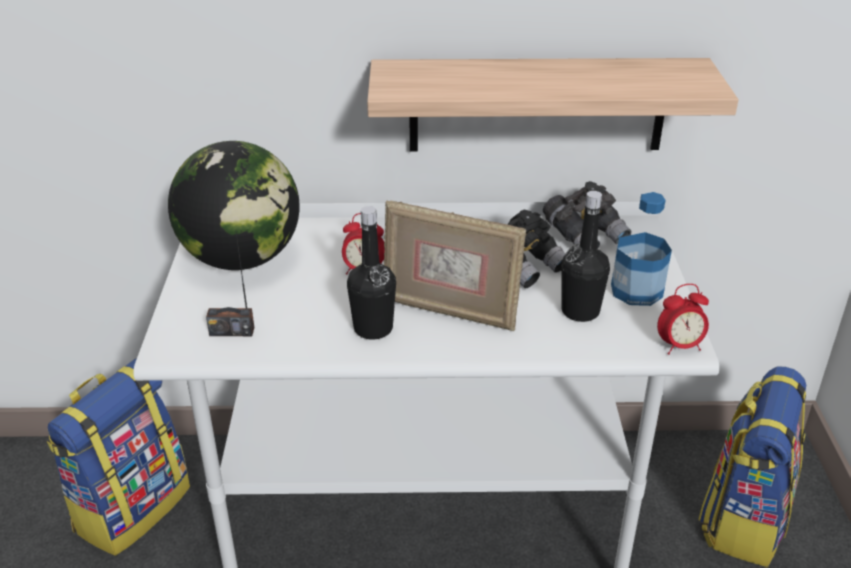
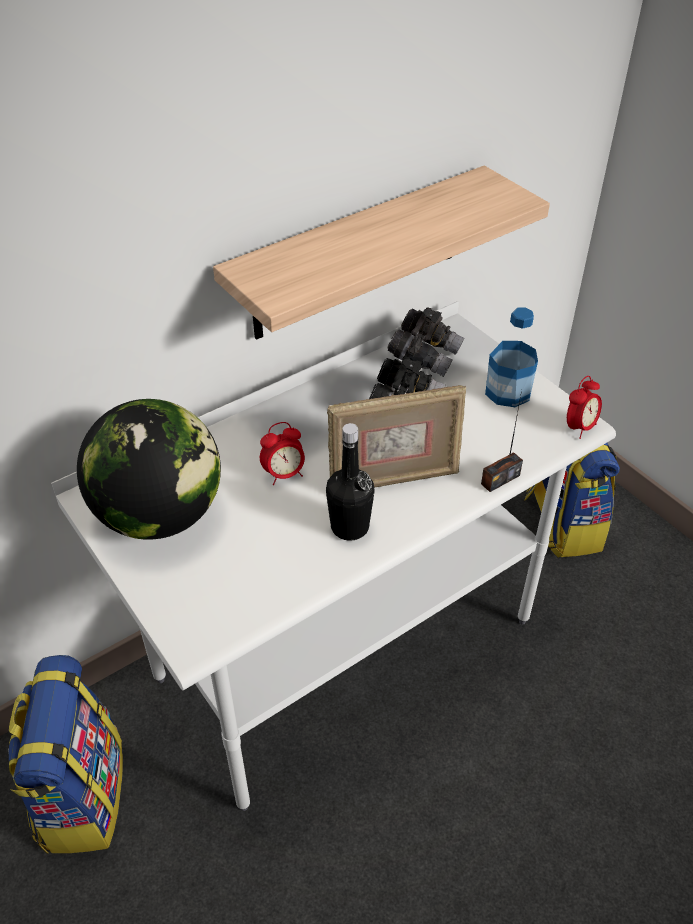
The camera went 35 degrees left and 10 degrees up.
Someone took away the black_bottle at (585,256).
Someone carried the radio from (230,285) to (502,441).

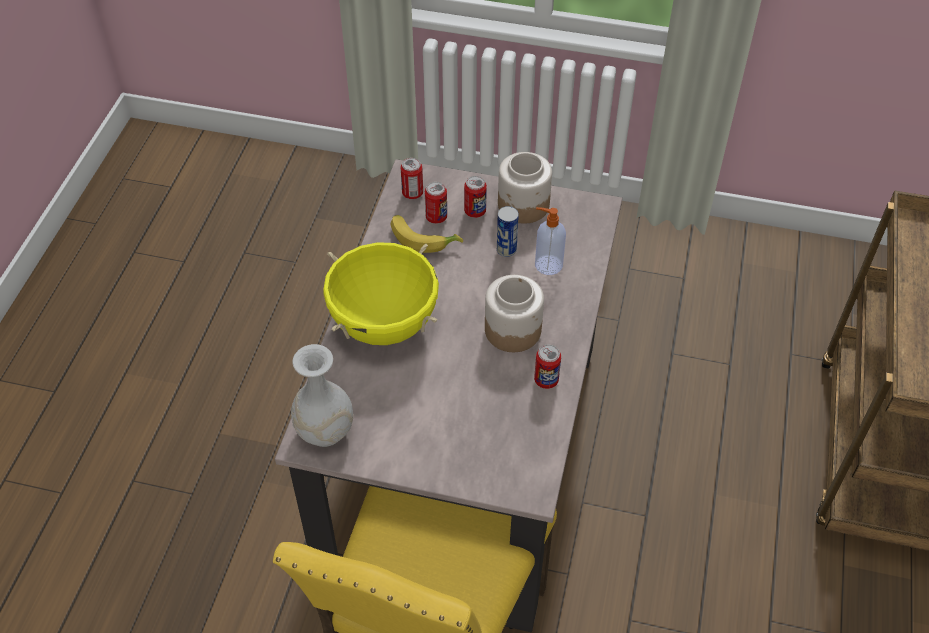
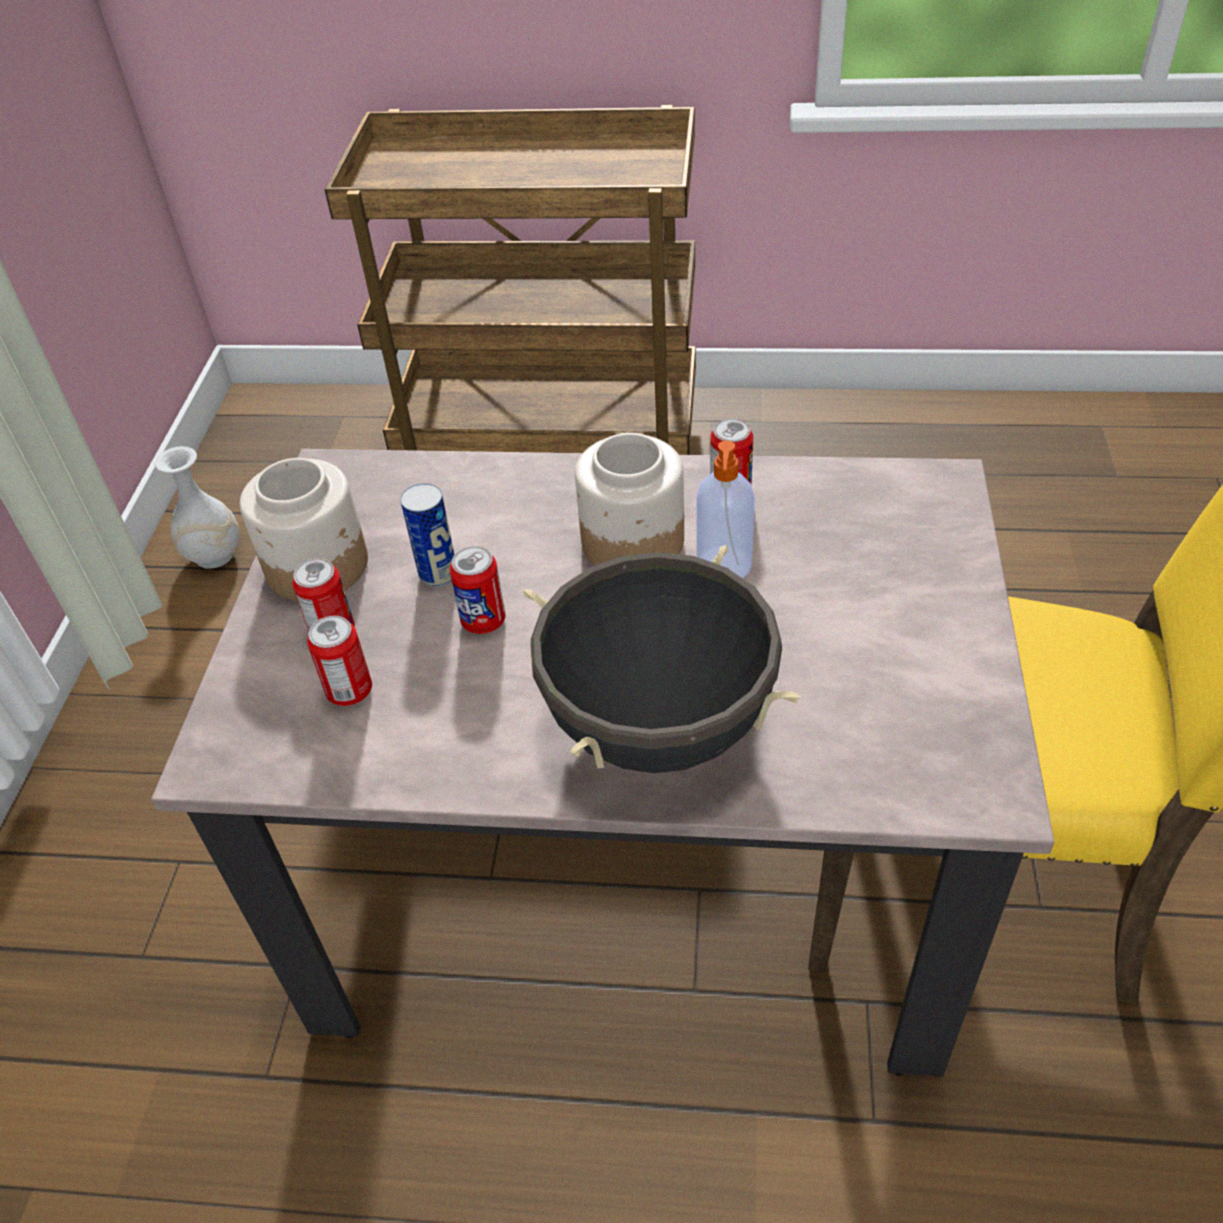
The camera went 95 degrees left and 5 degrees down.
Someone took away the banana at (427,234).
Someone carried the white_vase from (322,395) to (197,507).
Someone carried the can from (412,178) to (477,590).
Someone carried the soap_dispenser from (550,241) to (725,509).
Someone repainted the yellow_cooking_pot at (381,293), which became the black_cooking_pot at (661,659).

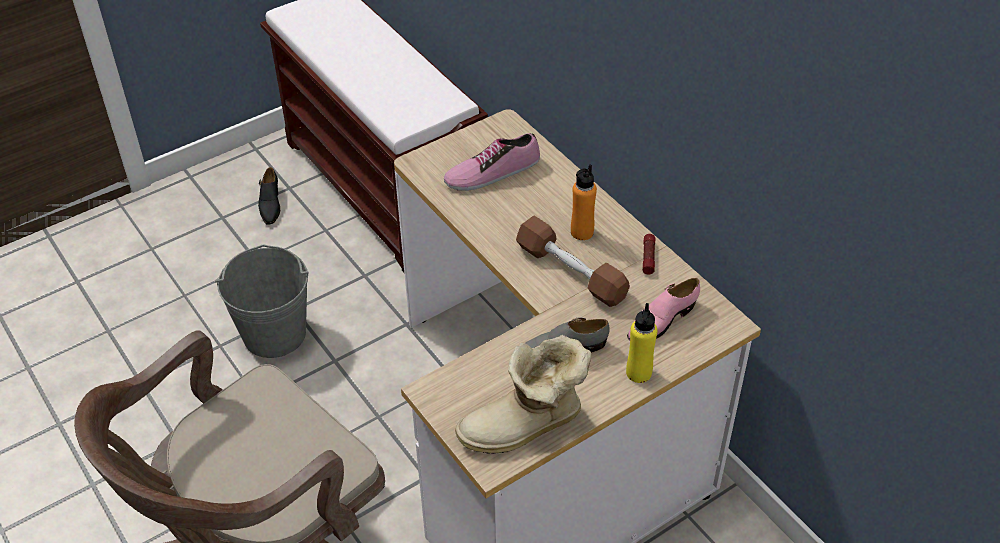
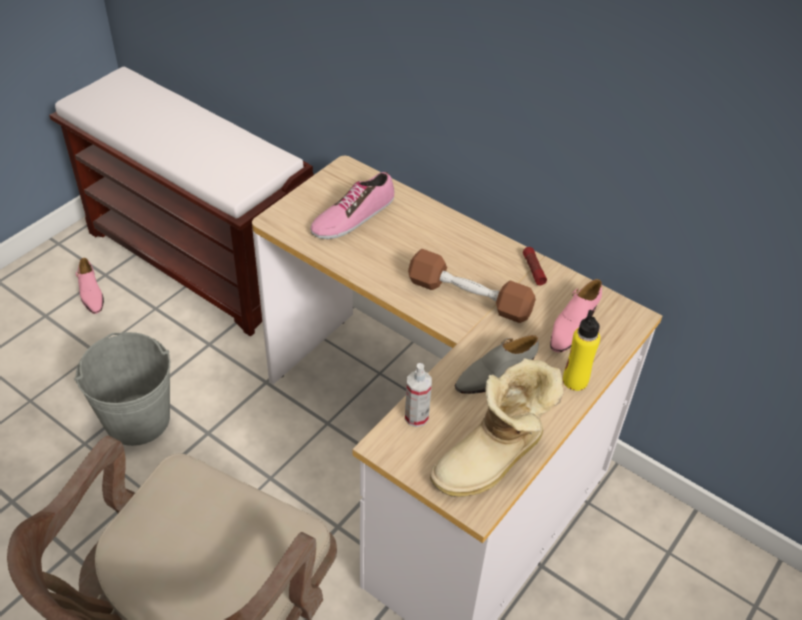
The camera went 20 degrees left and 0 degrees up.
Someone took away the orange_bottle at (584,202).
Someone put down the spray_bottle at (418,395).
Someone repainted the black_shoe at (269,196), which became the pink_shoe at (90,286).

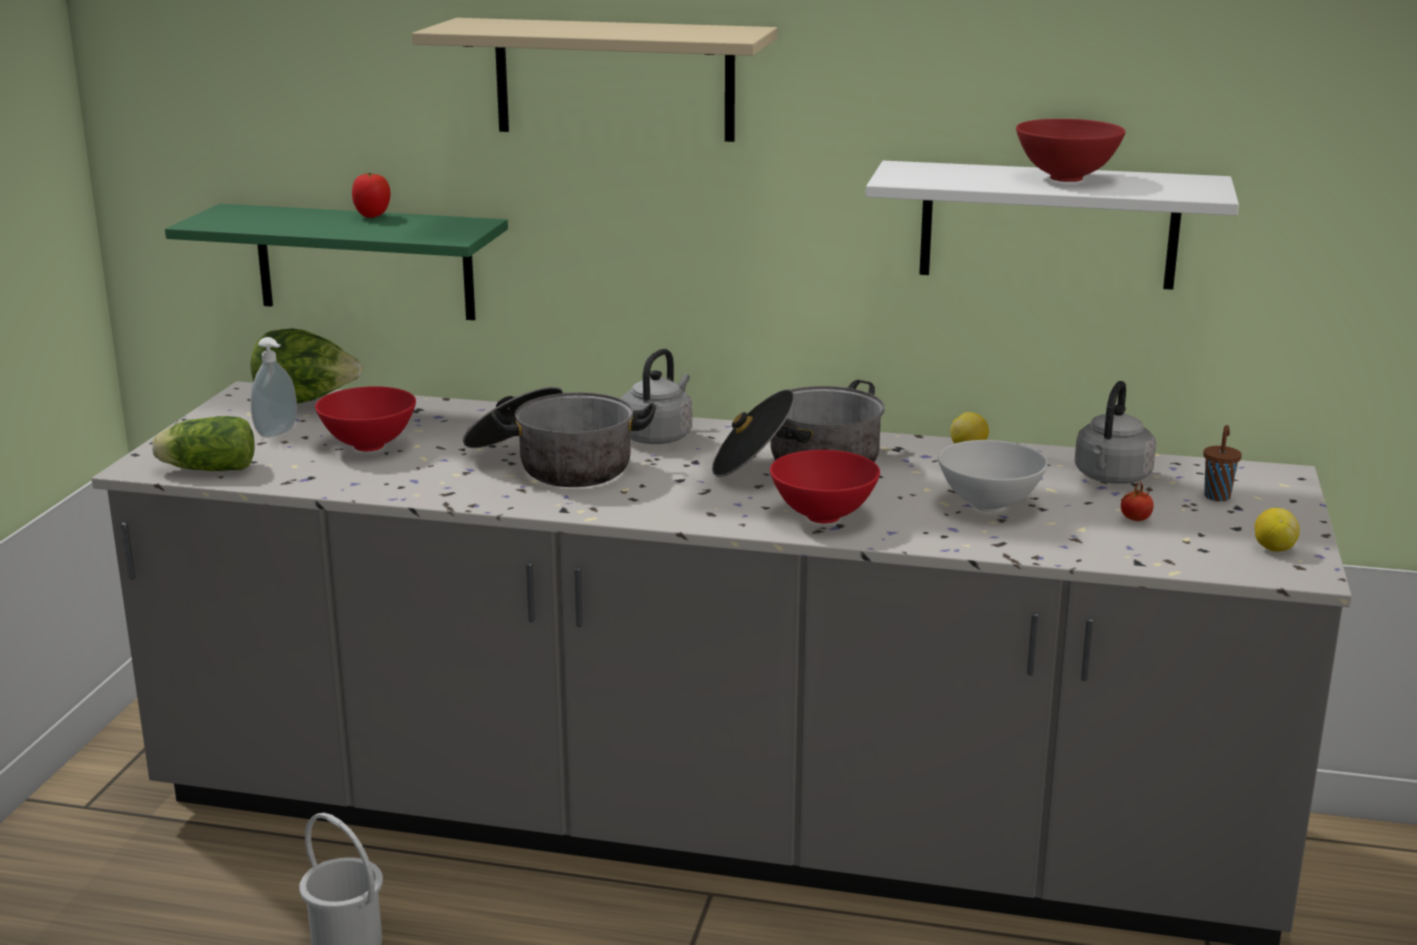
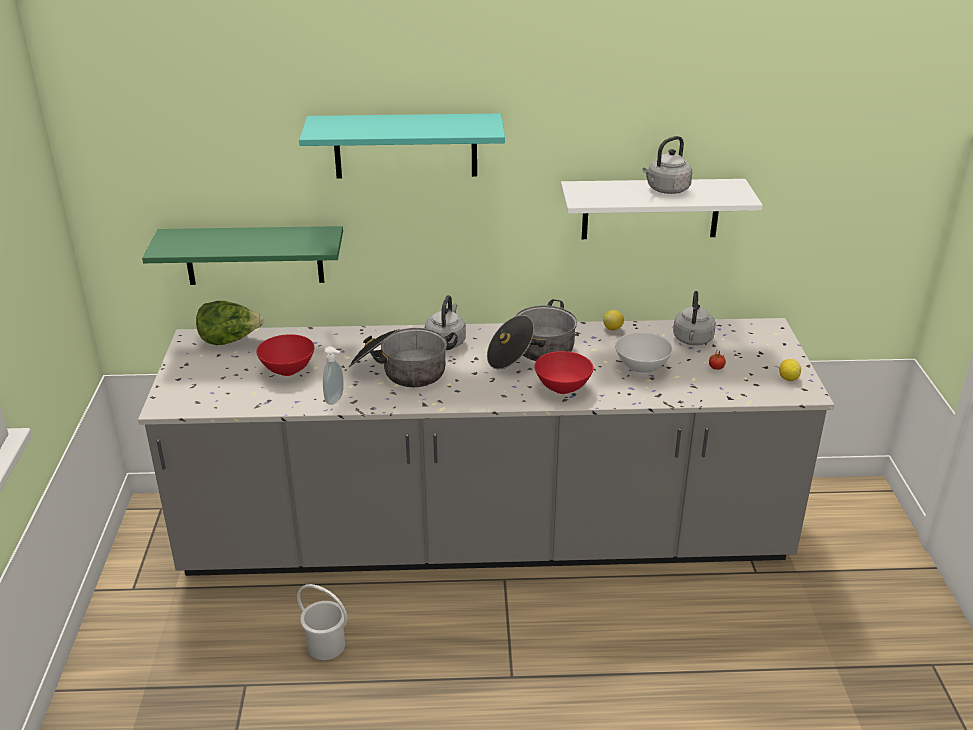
The camera went 15 degrees left and 10 degrees up.
Someone took away the lettuce at (203,443).
Someone took away the tomato at (371,195).
Someone took away the brown_cup at (1222,463).
Someone carried the soap_dispenser from (274,387) to (333,375).
Someone swapped the red_bowl at (1071,150) for the grey_kettle at (667,165).
Someone repainted the beige_shelf at (595,80), which became the turquoise_shelf at (402,146).

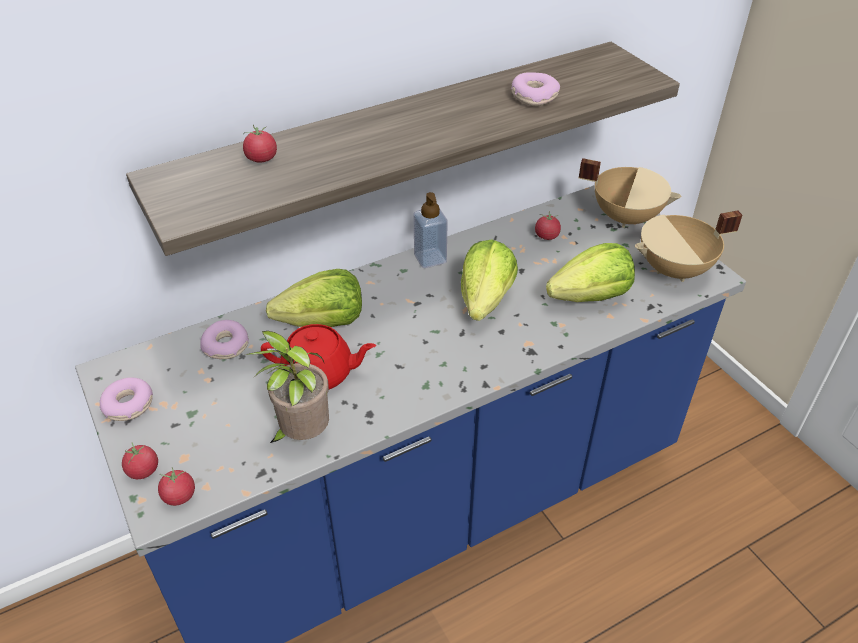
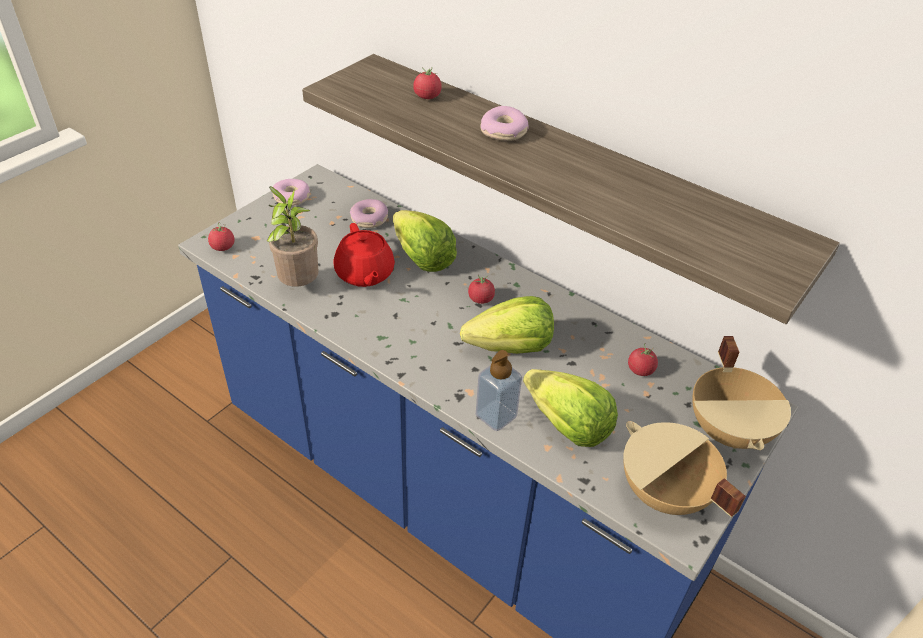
The camera went 65 degrees right and 0 degrees up.
Someone carried the tomato from (140,460) to (481,289).
Someone carried the soap_dispenser from (430,230) to (499,390).
Someone carried the donut from (535,89) to (504,123).

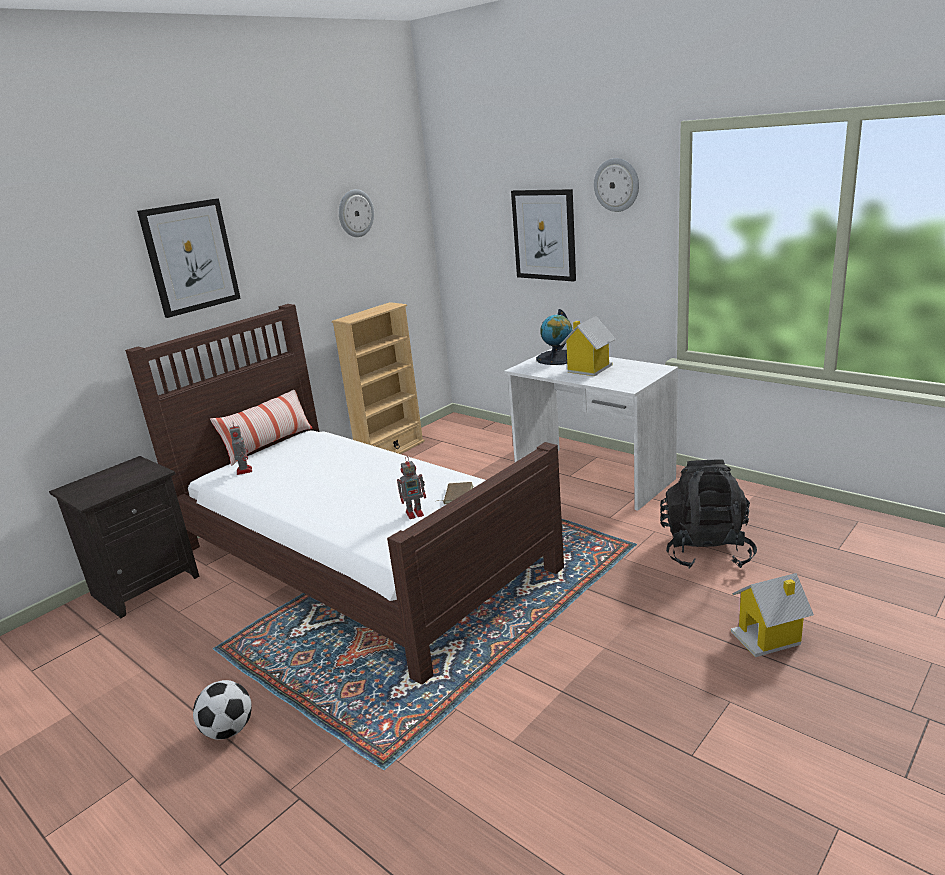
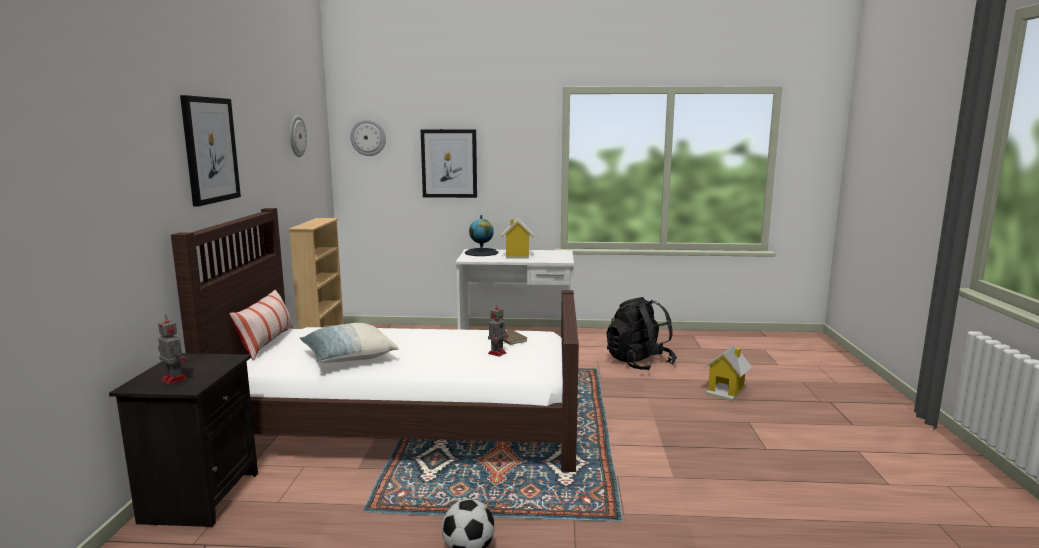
The camera went 40 degrees left and 10 degrees down.
Someone put down the pillow at (349,343).
Someone carried the toy_robot from (241,449) to (172,349).
Someone carried the wall_clock from (616,185) to (368,137).

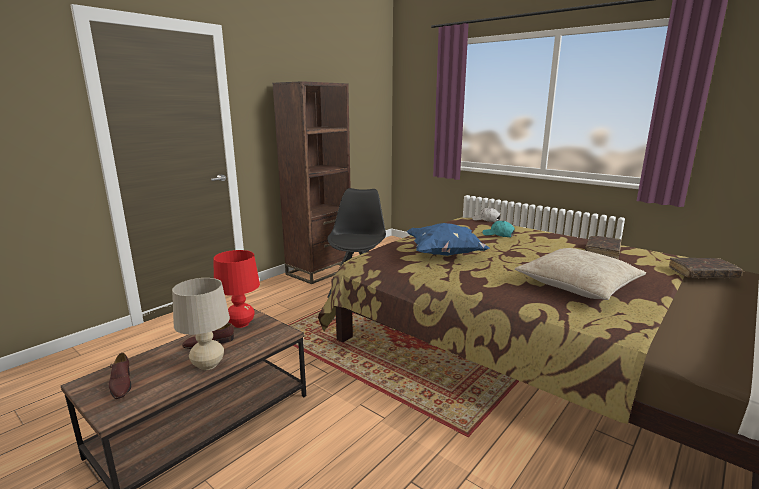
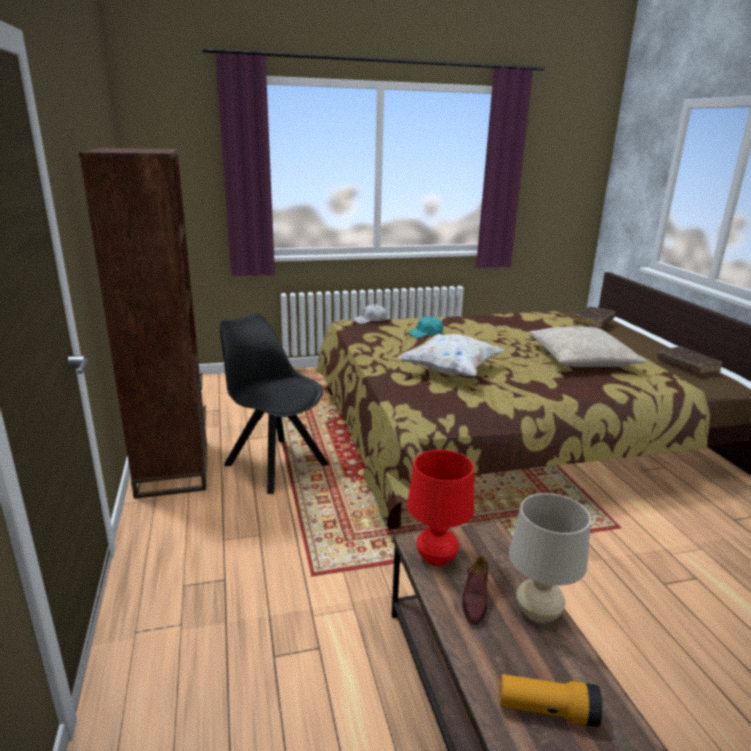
The camera went 55 degrees left and 5 degrees up.
Someone carried the brown_book from (603,247) to (690,361).
Someone swapped the brown_shoe at (120,376) for the flashlight at (550,700).
Someone repainted the blue_pillow at (448,239), which became the white_pillow at (451,355).

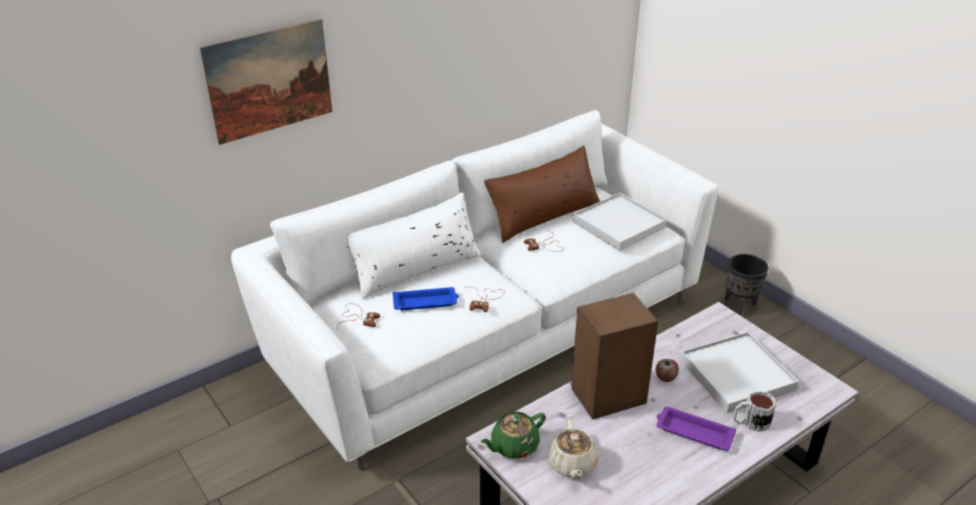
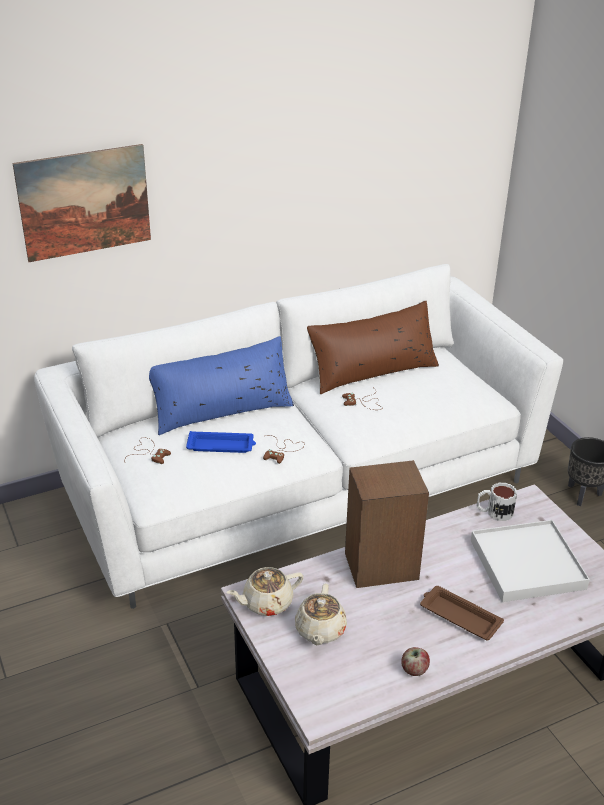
The camera went 10 degrees right and 0 degrees up.
Someone took away the white_tray at (620,222).
Someone carried the apple from (667,370) to (415,661).
Someone carried the mug from (754,411) to (497,502).
Someone repainted the white_pillow at (414,246), which became the blue_pillow at (221,385).
Someone repainted the green_teapot at (513,435), which became the beige_teapot at (264,591).
Someone repainted the purple_tray at (696,429), which became the brown_tray at (462,613).

